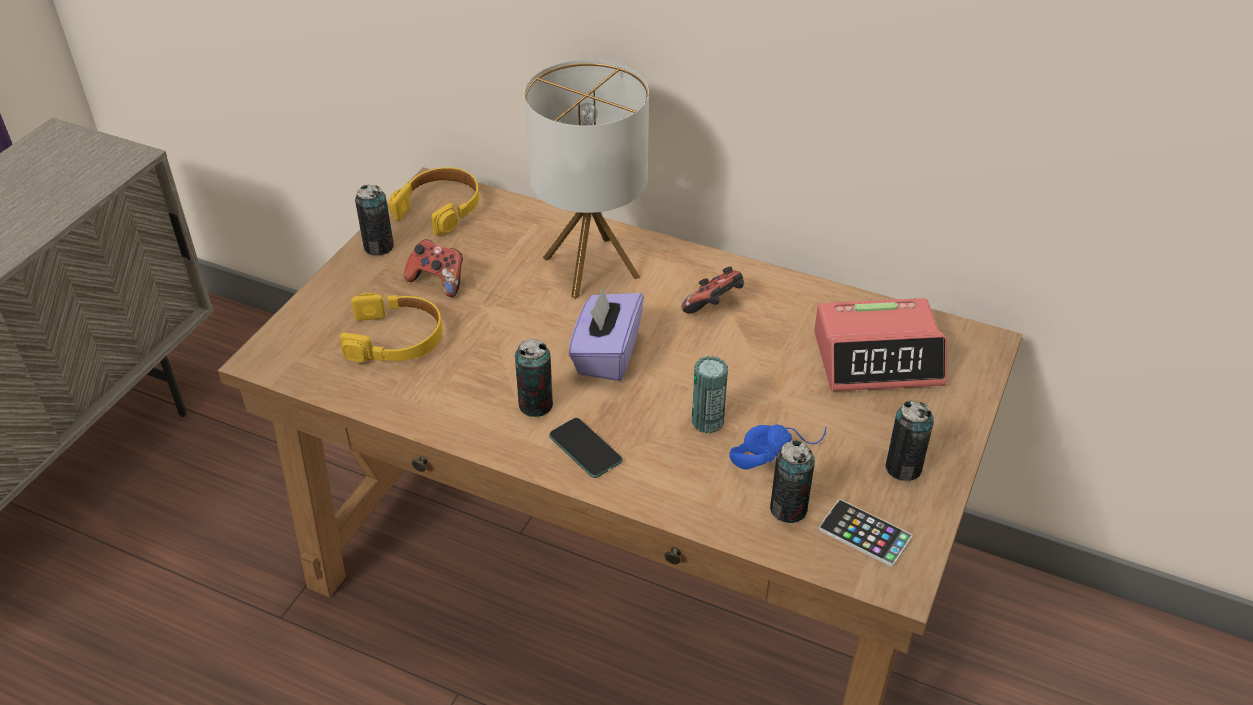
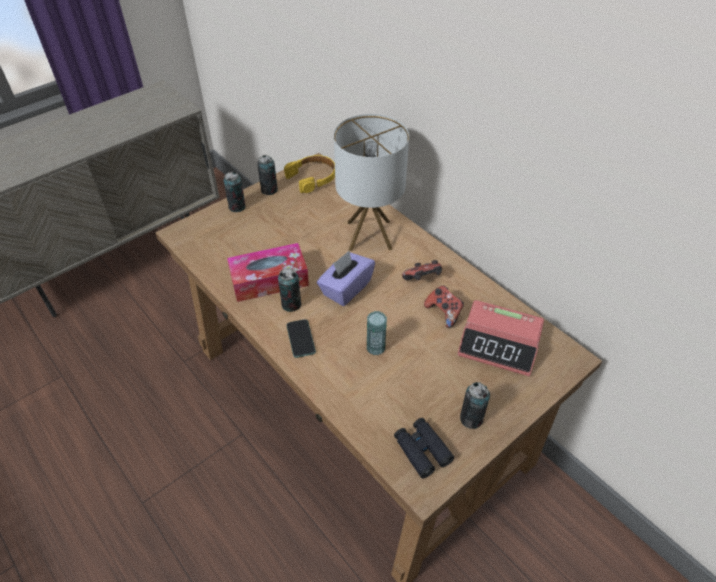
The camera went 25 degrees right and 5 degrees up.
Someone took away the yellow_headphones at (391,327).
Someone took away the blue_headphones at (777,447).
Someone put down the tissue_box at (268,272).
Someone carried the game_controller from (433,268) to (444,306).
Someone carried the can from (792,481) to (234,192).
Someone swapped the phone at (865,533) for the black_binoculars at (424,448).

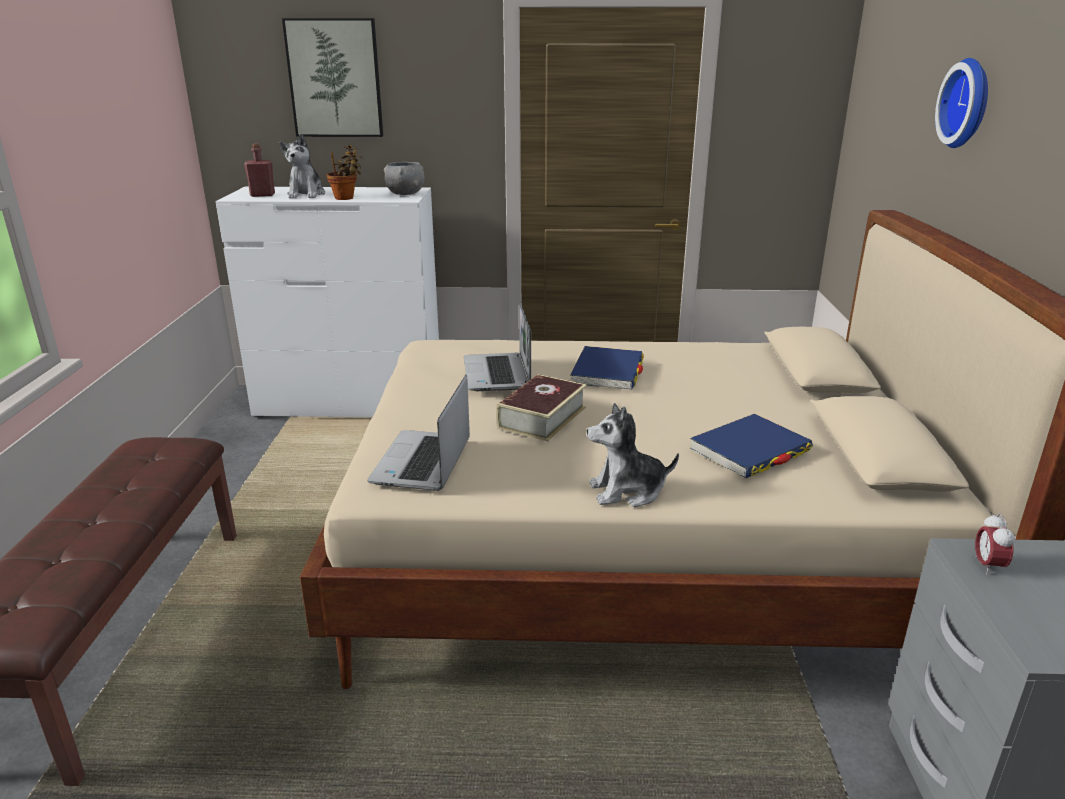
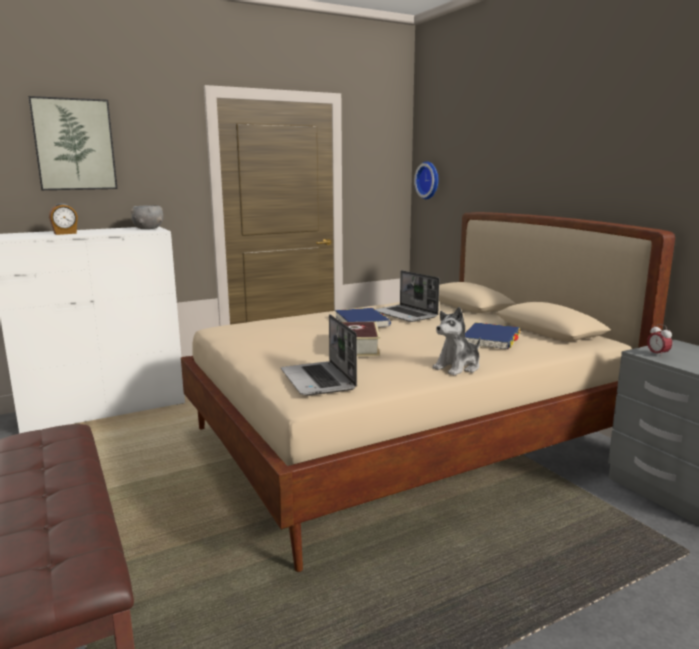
The camera went 30 degrees left and 10 degrees down.
Someone took away the red_bottle at (259,170).
Someone took away the potted_plant at (345,172).
Someone carried the laptop from (497,346) to (407,296).
Someone carried the wall_clock from (961,103) to (426,180).
Someone swapped the plush_toy at (302,166) for the alarm_clock at (63,219).

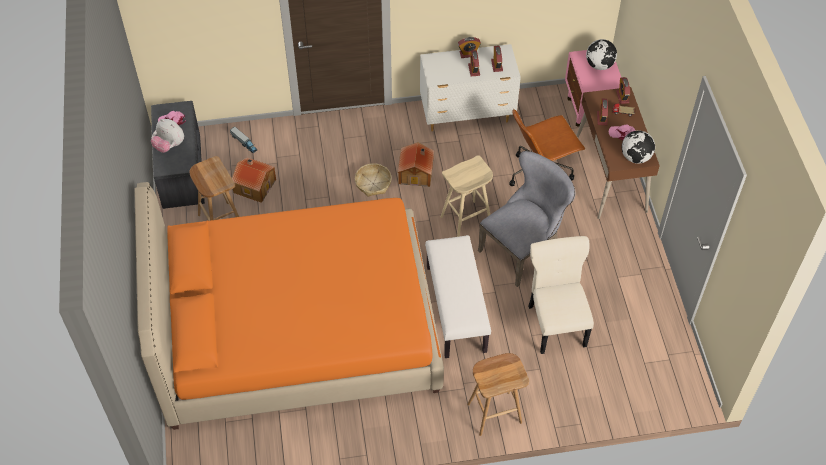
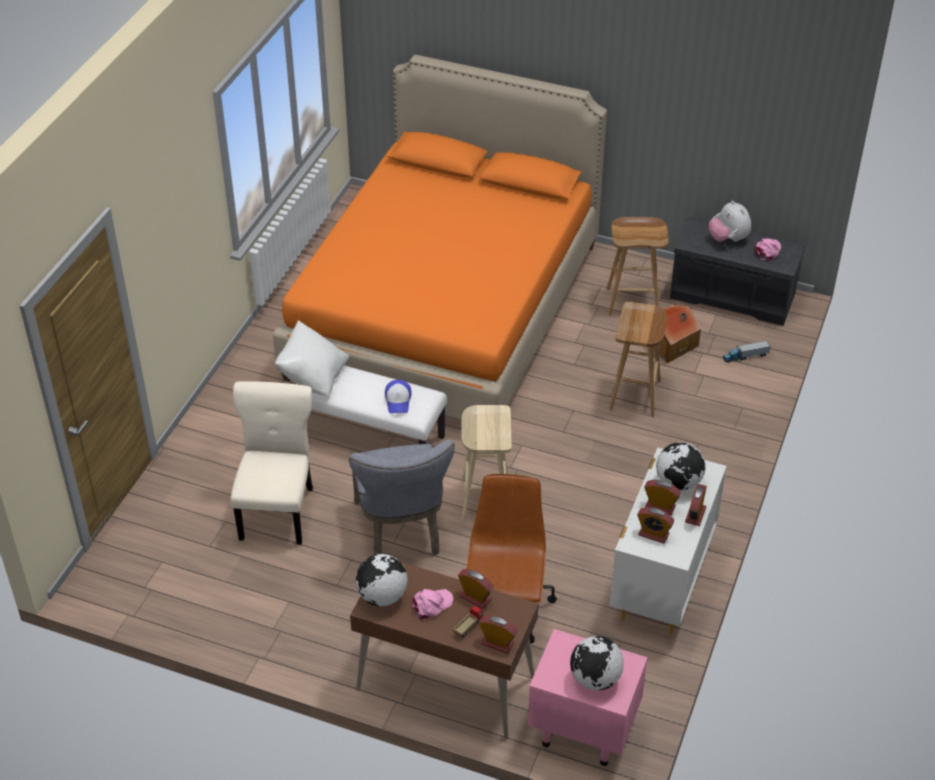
The camera went 120 degrees right and 10 degrees down.
Someone took away the basket at (373,180).
Someone took away the toy_house at (416,164).
Someone put down the white_pillow at (312,357).
Someone put down the cap at (398,397).
Someone put down the globe at (680,466).
Someone carried the brown_stool from (498,394) to (638,359).
Someone rotated the plush_toy at (167,136) by 90 degrees counterclockwise.
Someone rotated the beige_chair at (561,295) by 105 degrees counterclockwise.

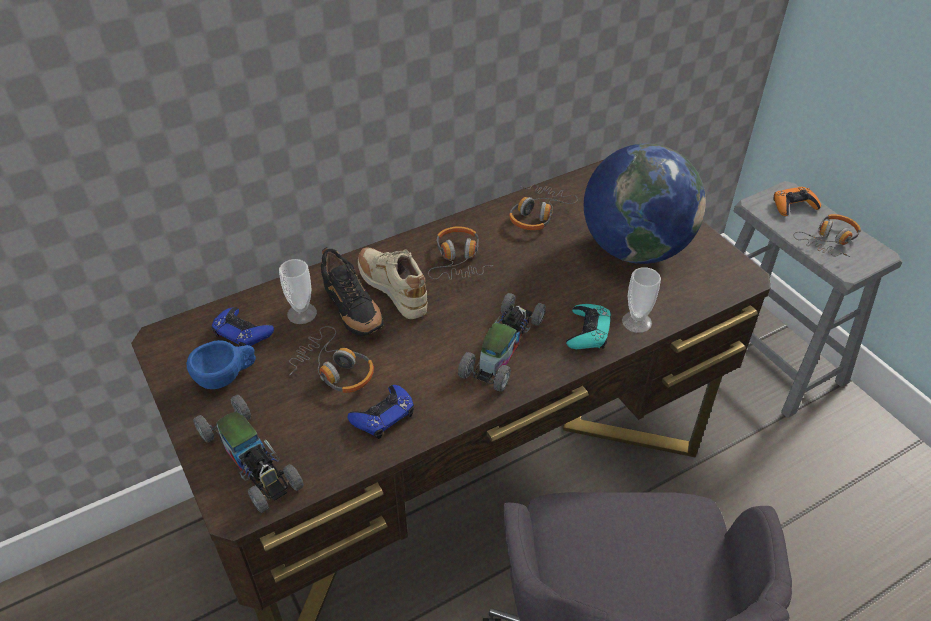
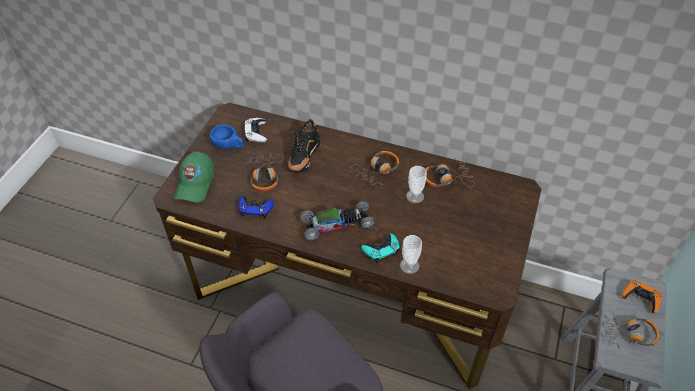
The camera went 50 degrees right and 5 degrees up.
Someone took away the beige_shoe at (392,283).
Someone took away the globe at (645,203).
Someone carried the cup from (298,291) to (416,184).
Someone swapped the toy_car at (248,454) for the green_cap at (194,177).
Someone repainted the blue_game_controller at (242,326), which became the white_game_controller at (255,130).

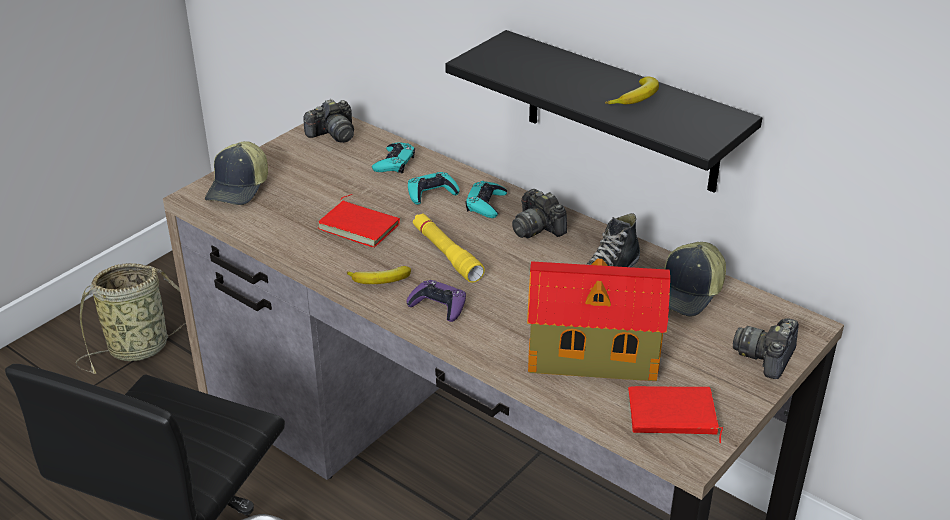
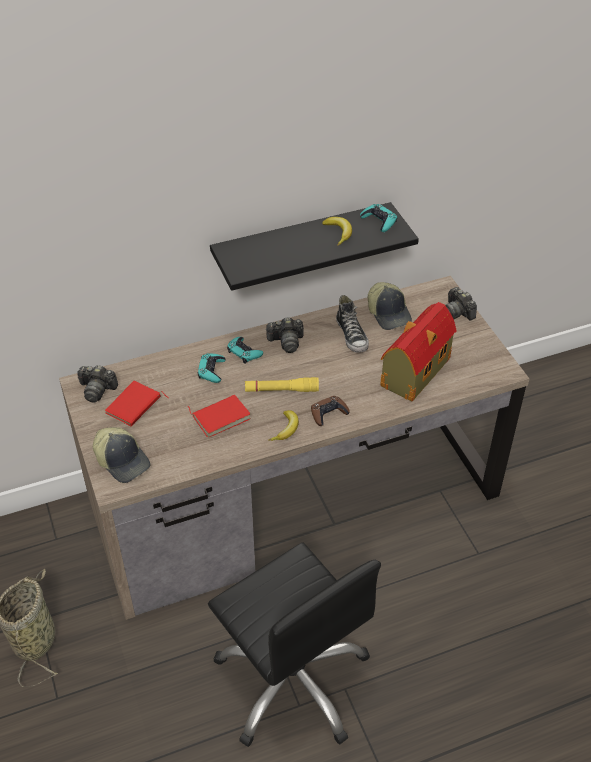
The camera went 60 degrees left and 10 degrees up.
Someone carried the turquoise_game_controller from (393,158) to (378,218).
Someone carried the red_book from (675,414) to (136,403).
Someone repainted the purple_game_controller at (436,301), which became the brown_game_controller at (330,411).
Someone rotated the photo_camera at (328,121) by 105 degrees clockwise.

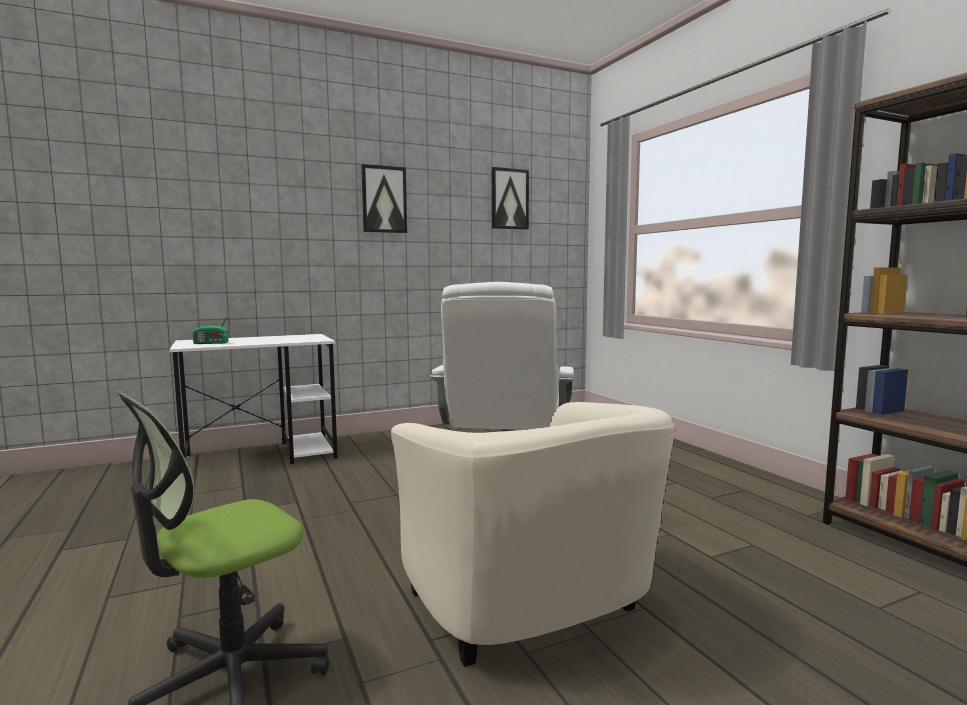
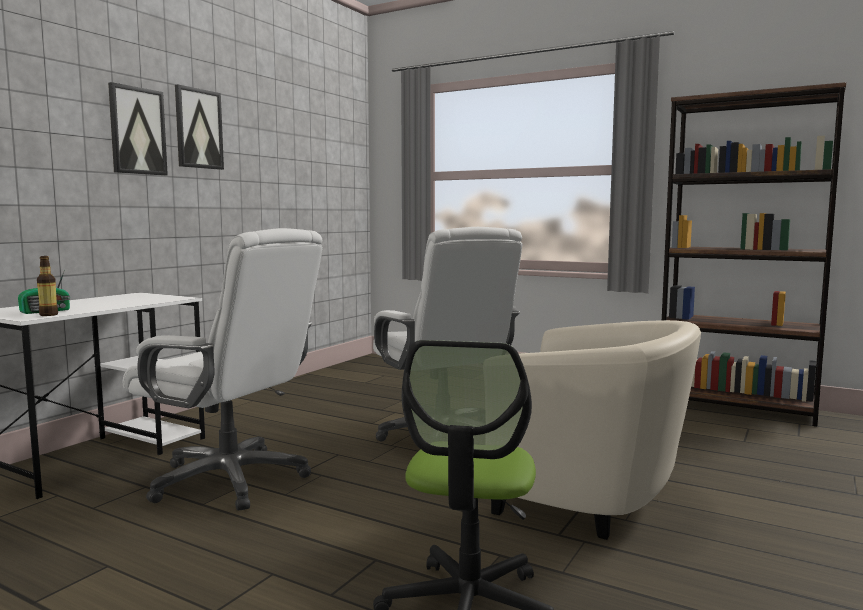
The camera went 35 degrees left and 0 degrees up.
Someone put down the bottle at (47,286).
Someone put down the white_office_chair at (223,369).
Someone carried the picture from (510,198) to (138,129).

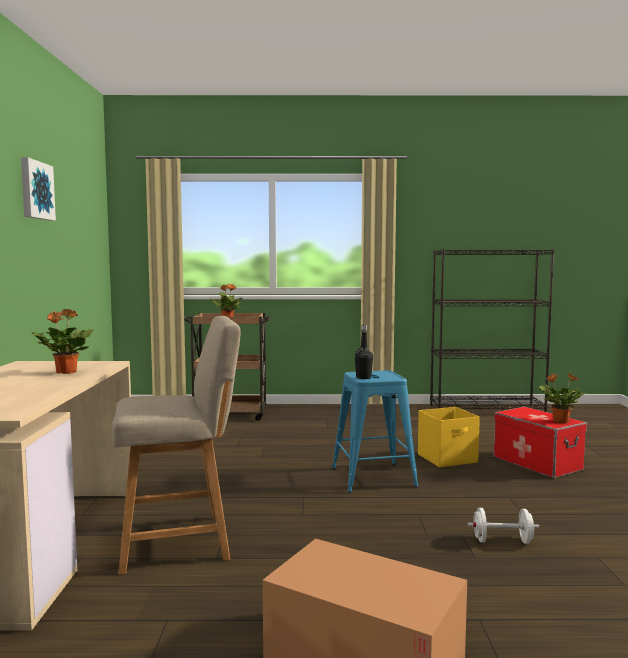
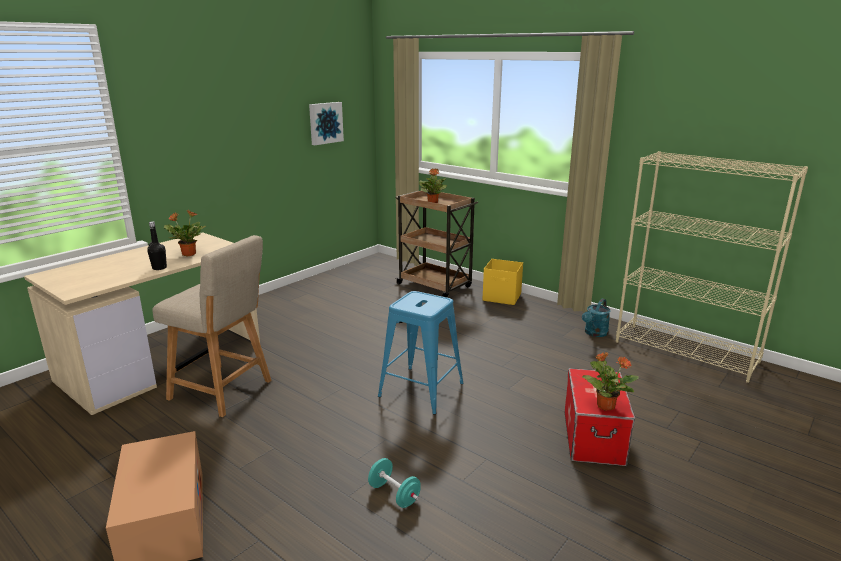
The camera went 40 degrees right and 15 degrees up.
Someone put down the turquoise_watering_can at (596,318).
Someone carried the picture from (38,189) to (326,123).
Someone carried the black_bottle from (364,352) to (157,245).
Someone carried the yellow_storage_box from (449,437) to (503,282).
Someone repainted the black_bookcase at (492,330), which became the beige_bookcase at (712,267).
Someone repainted the white_dumbbell at (503,526), which became the turquoise_dumbbell at (394,483).

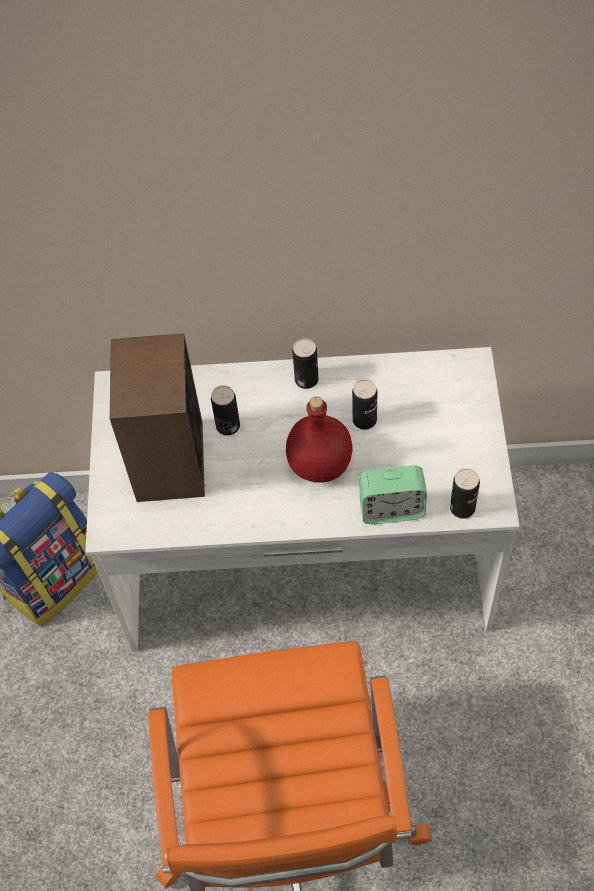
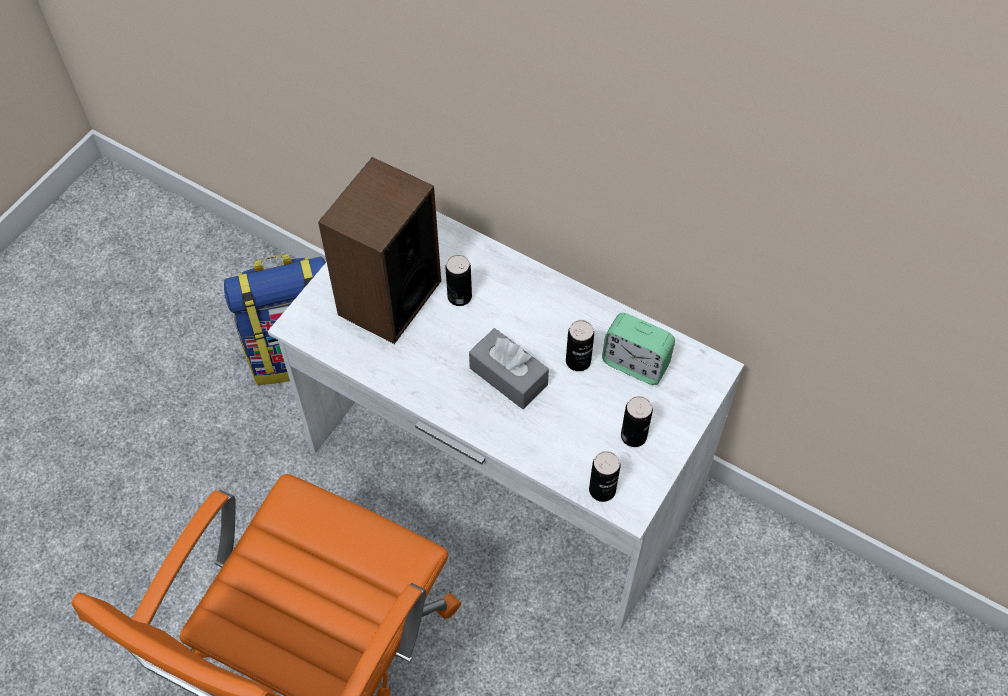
The camera went 30 degrees right and 0 degrees up.
Someone carried the can from (305,364) to (637,421).
Someone carried the alarm_clock from (393,495) to (638,349).
Someone swapped the red_bottle at (319,439) for the grey_tissue_box at (509,368).

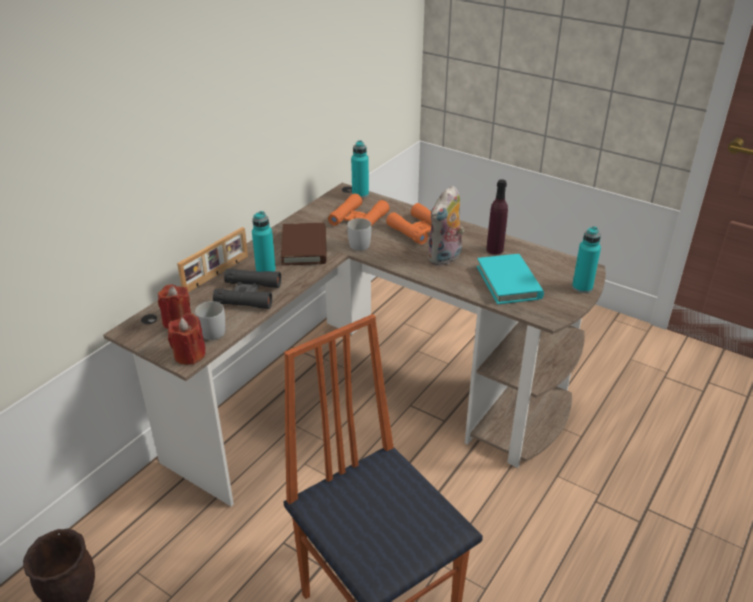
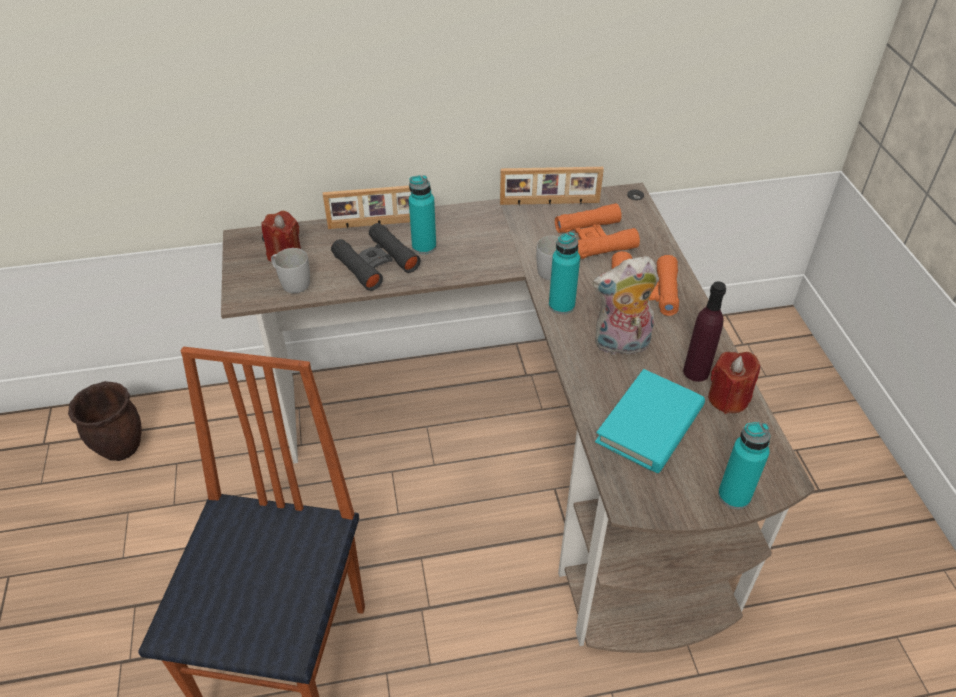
The camera went 45 degrees right and 10 degrees up.
Someone took away the brown_book at (304,244).
Someone put down the picture_frame at (552,186).
Someone carried the red_candle from (187,339) to (734,383).
Someone carried the turquoise_bottle from (360,169) to (564,273).

